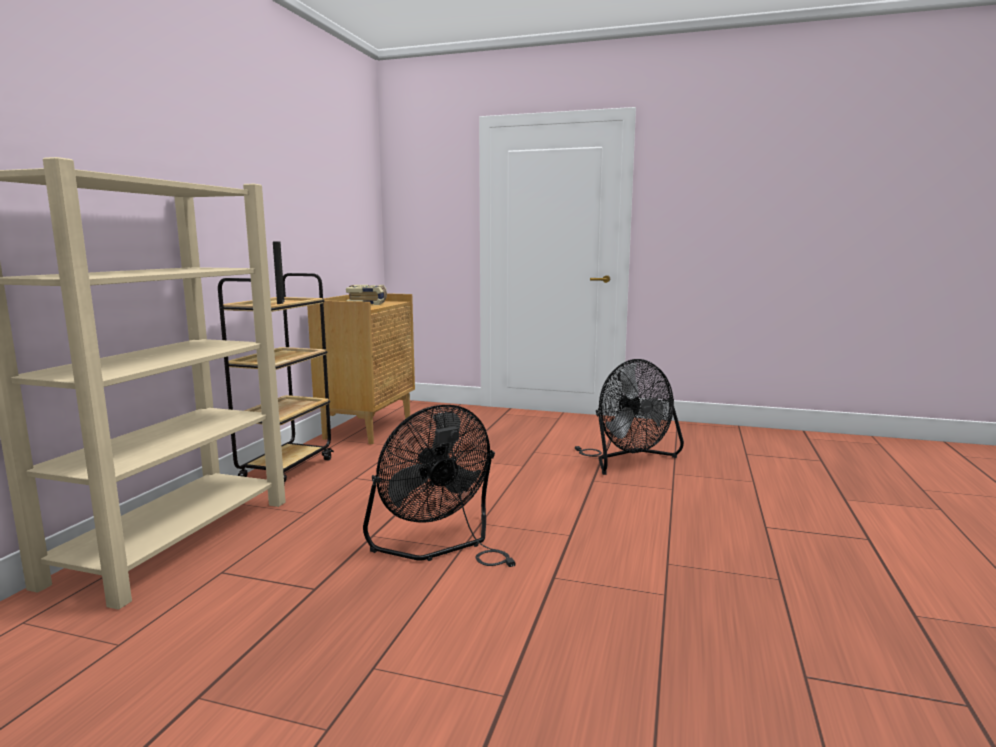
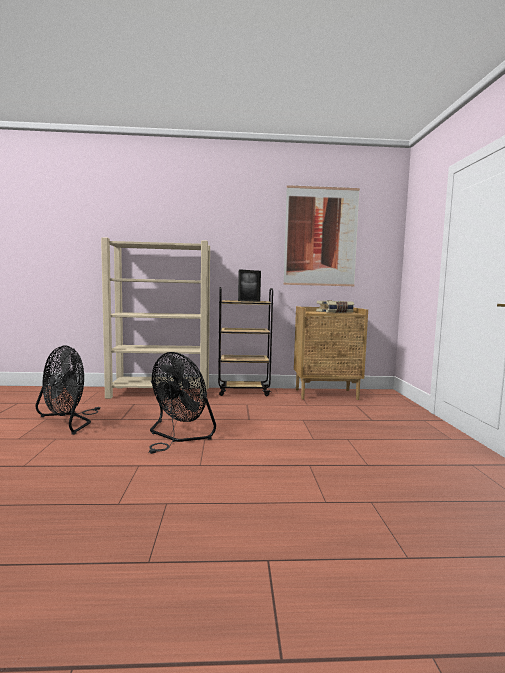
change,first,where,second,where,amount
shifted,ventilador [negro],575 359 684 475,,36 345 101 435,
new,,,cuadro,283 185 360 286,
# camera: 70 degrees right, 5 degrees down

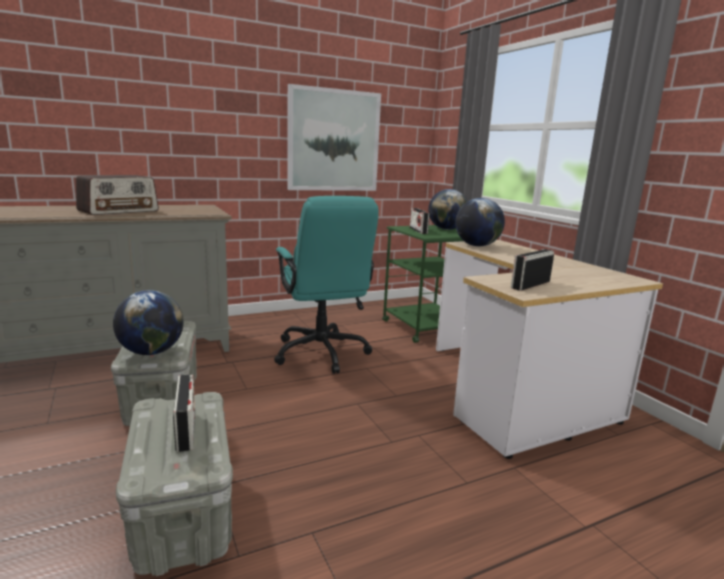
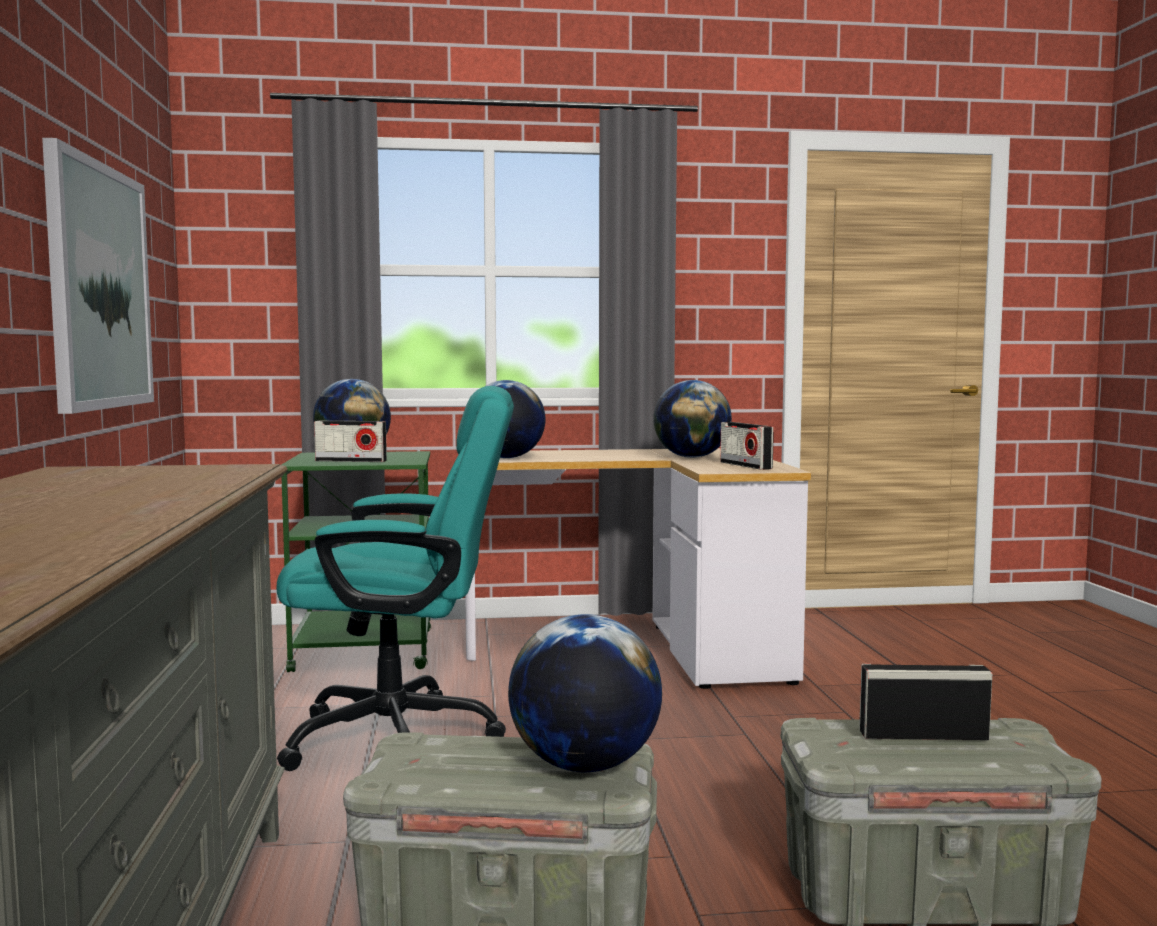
change,first,where,second,where,amount
new,,,globo terráqueo,653 380 732 458,
gone,radio,76 175 159 215,,,
# camera: 70 degrees left, 10 degrees down

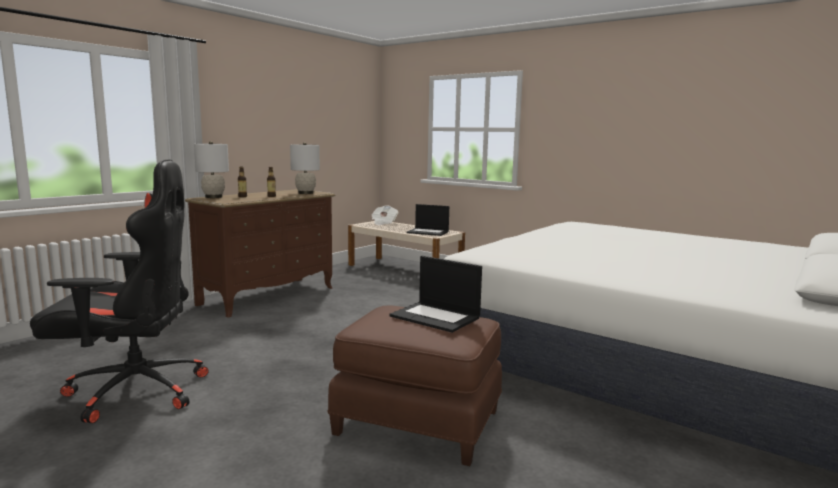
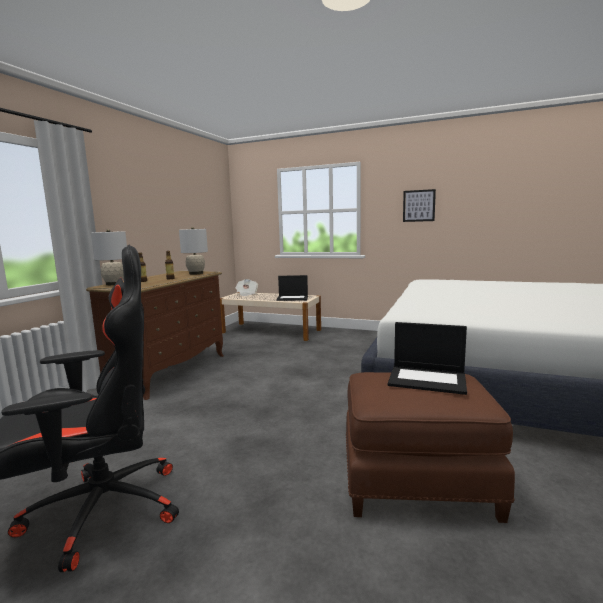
change,first,where,second,where,amount
new,,,cuadro,403 189 436 222,
# camera: 15 degrees left, 0 degrees up

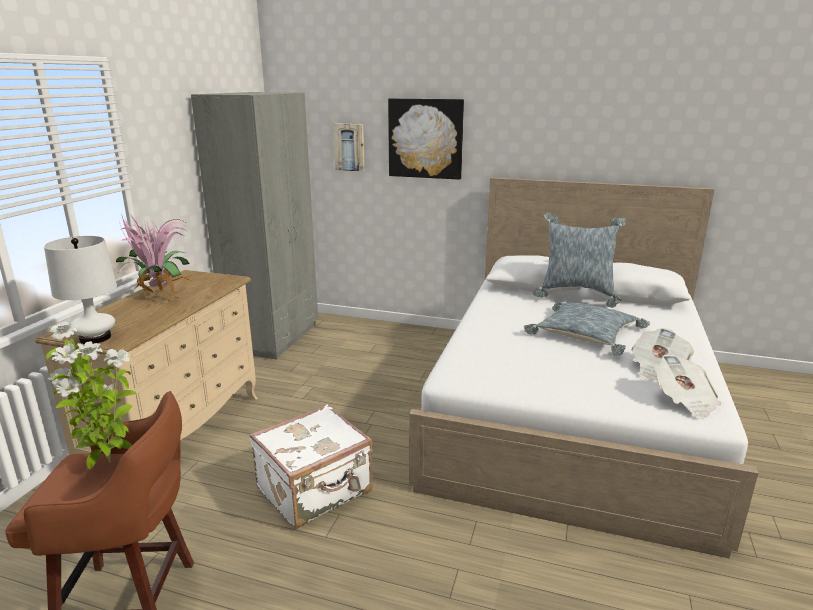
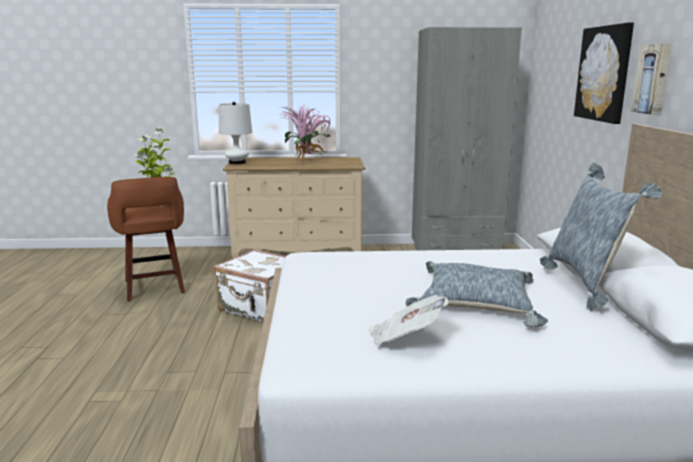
change,first,where,second,where,amount
shifted,cuadro,333 123 364 171,,631 44 672 115,
gone,periódico,655 354 722 419,,,
# camera: 70 degrees right, 5 degrees down

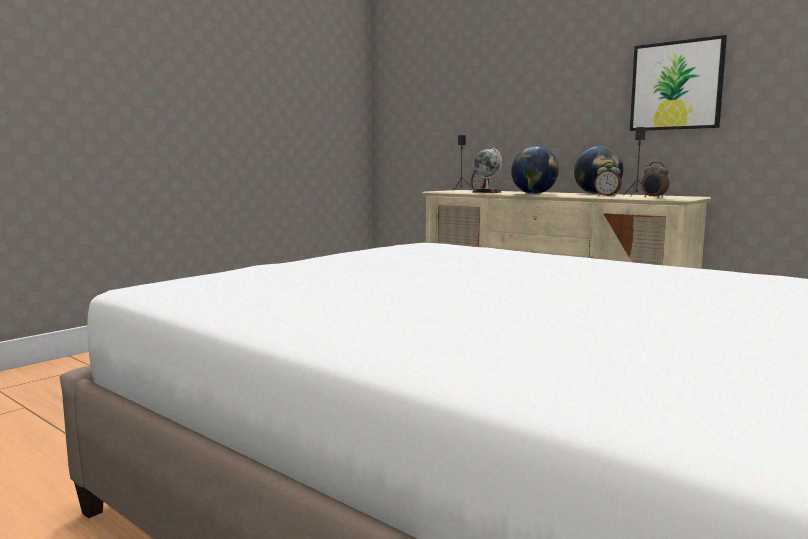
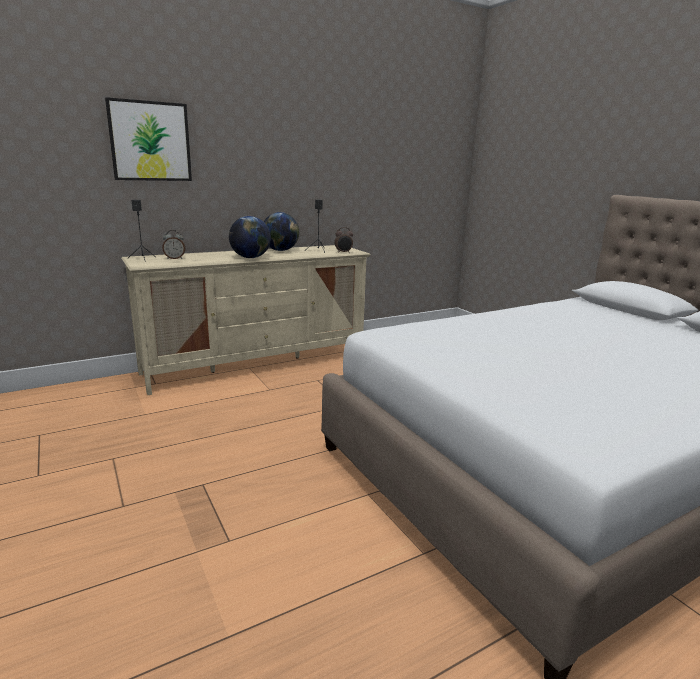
change,first,where,second,where,amount
shifted,cuadro,630 35 727 131,,105 97 192 181,
gone,globo terráqueo,472 148 502 193,,,
gone,despertador,594 162 621 196,,,
# camera: 70 degrees left, 10 degrees up

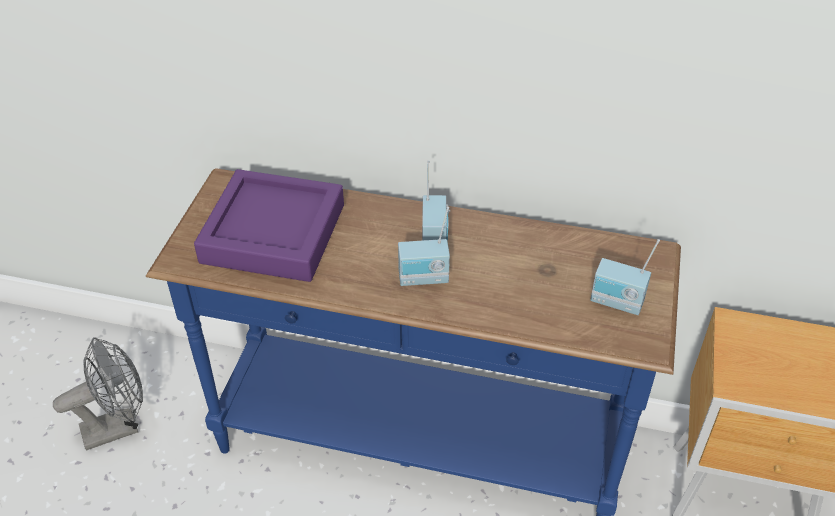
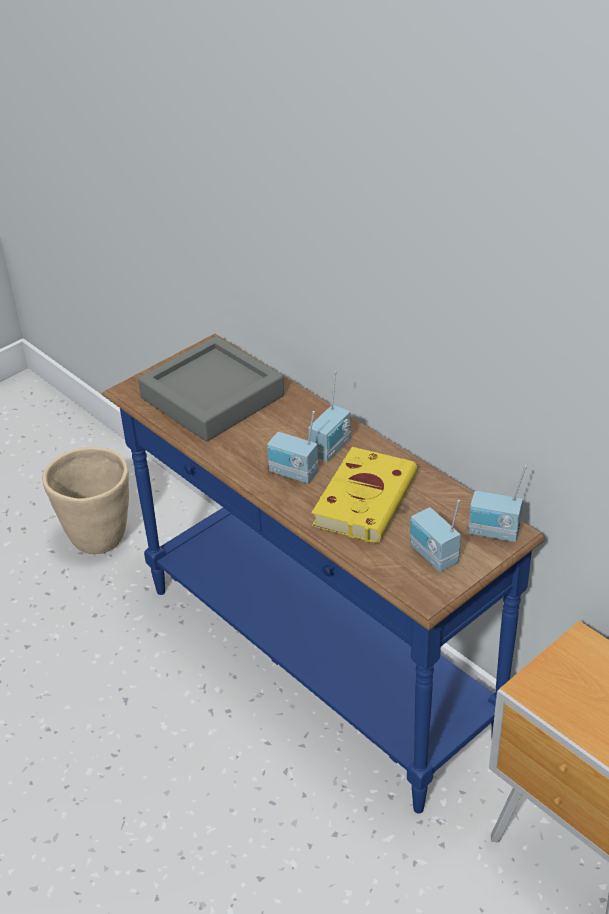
change,first,where,second,where,amount
swapped,ventilador [gris],53 337 143 450,maceta [beis],42 447 129 554,
repainted,bandeja [morado],194 169 344 282,bandeja [gris],138 336 284 442,
new,,,libro [amarillo],312 447 418 543,
new,,,radio,468 466 527 542,
# camera: 35 degrees right, 5 degrees down

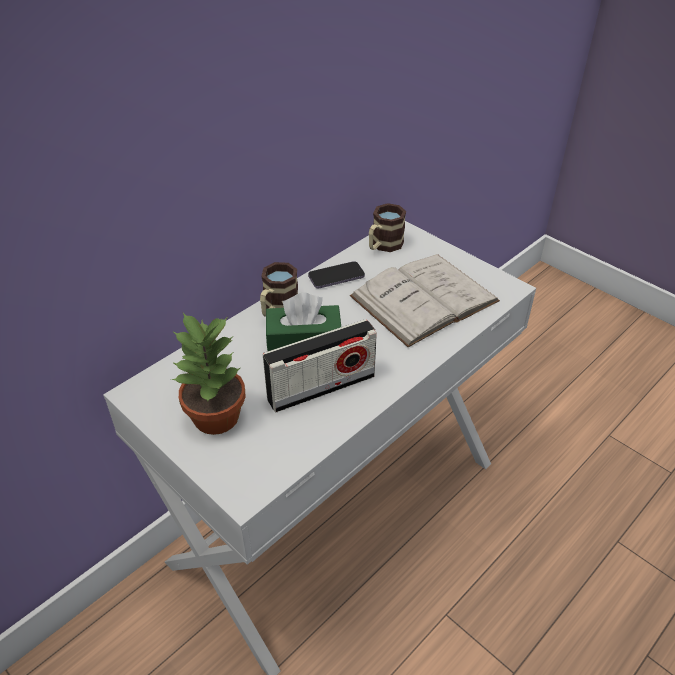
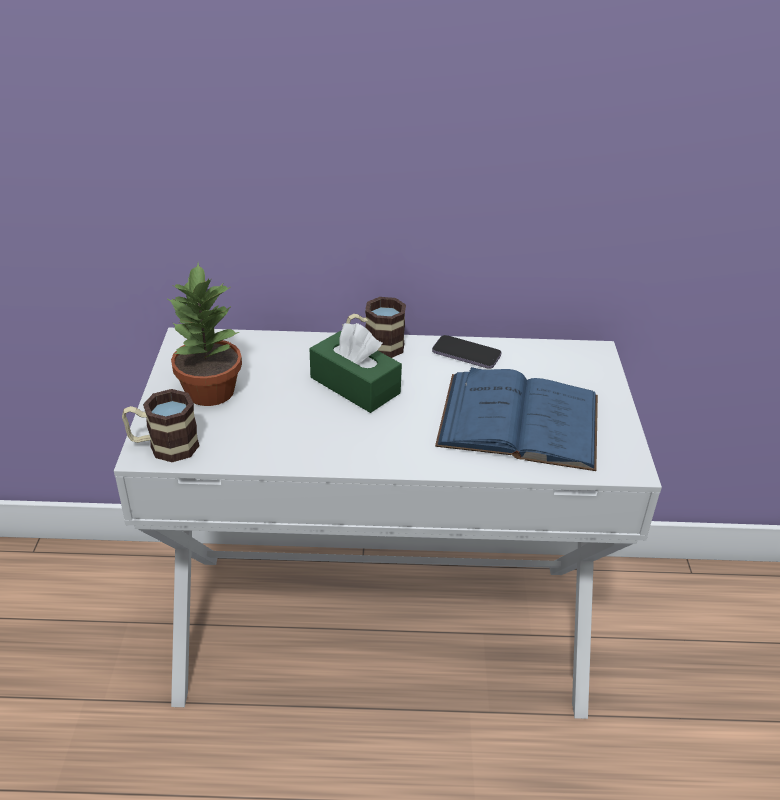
change,first,where,second,where,amount
shifted,taza grande,369 203 406 252,,122 389 200 462,
repainted,libro [blanco],350 254 500 347,libro [azul],435 367 598 471,
gone,radio,263 319 377 412,,,
# camera: 45 degrees right, 5 degrees down

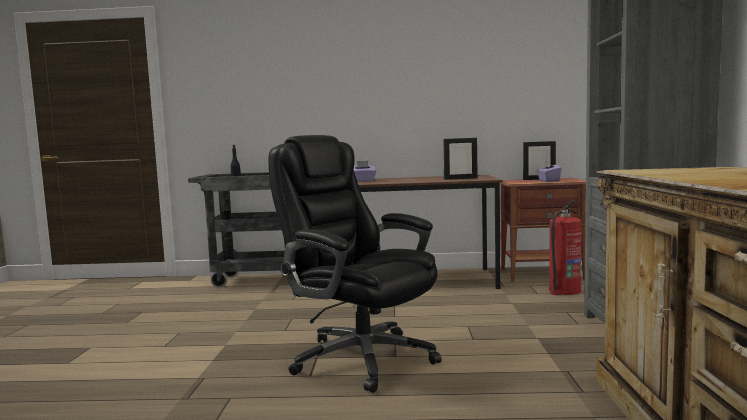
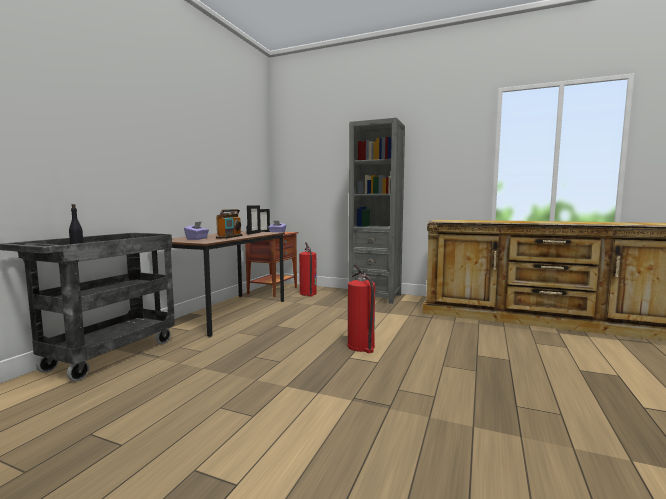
change,first,where,second,where,amount
new,,,radio,216 209 243 239,
swapped,silla de oficina [negro],268 135 442 393,extintor,347 265 375 353,
# camera: 70 degrees left, 0 degrees up

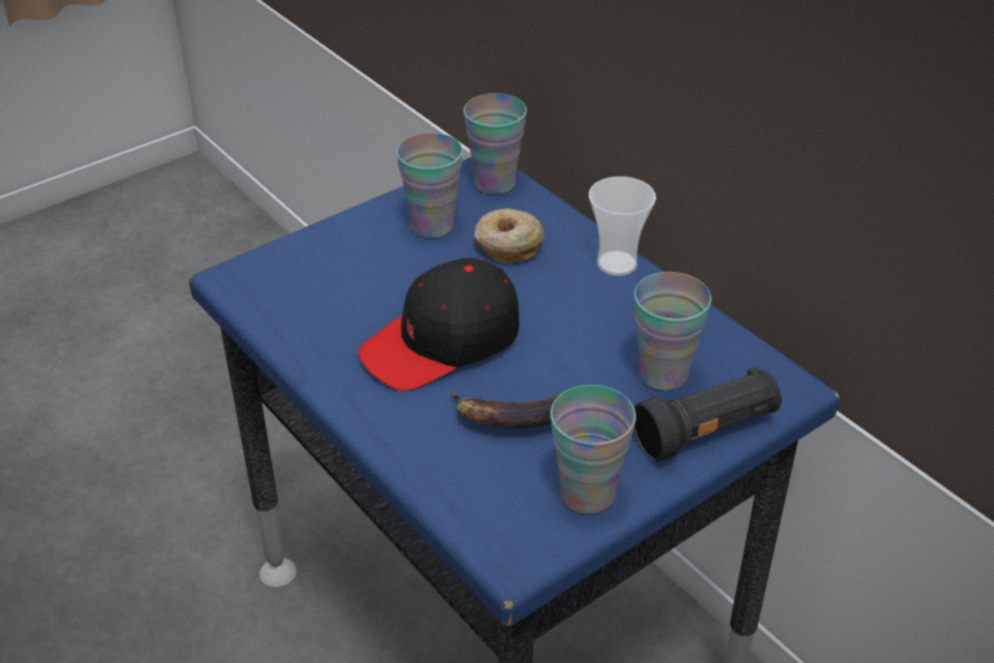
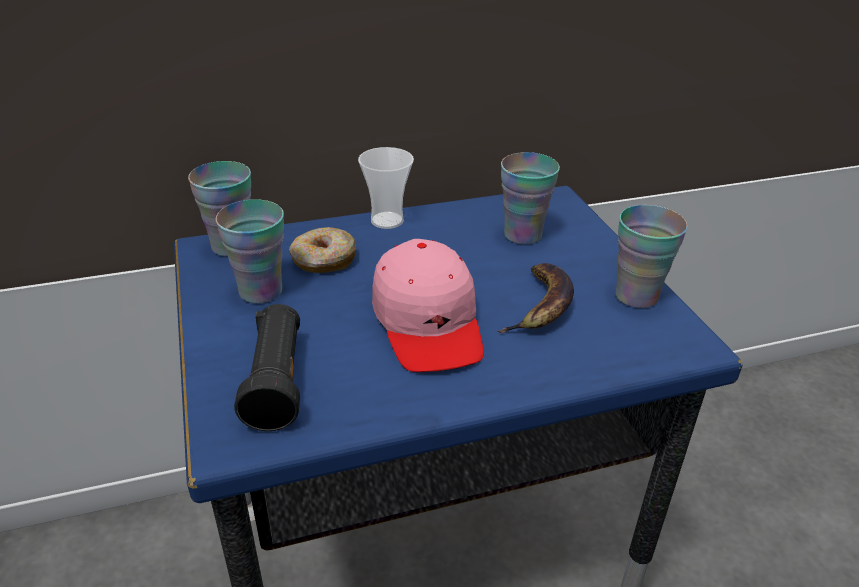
change,first,where,second,where,amount
shifted,linterna [negro],634 366 782 461,,234 304 300 431,
repainted,gorra [negro],358 258 520 391,gorra [rosa],372 239 484 372,
# camera: 70 degrees left, 5 degrees down

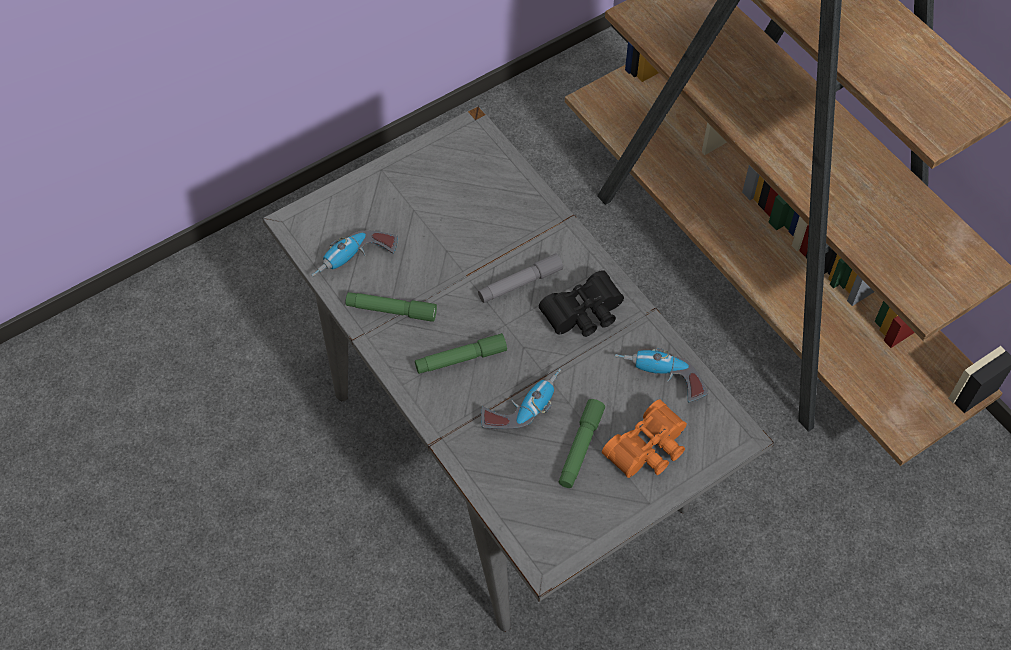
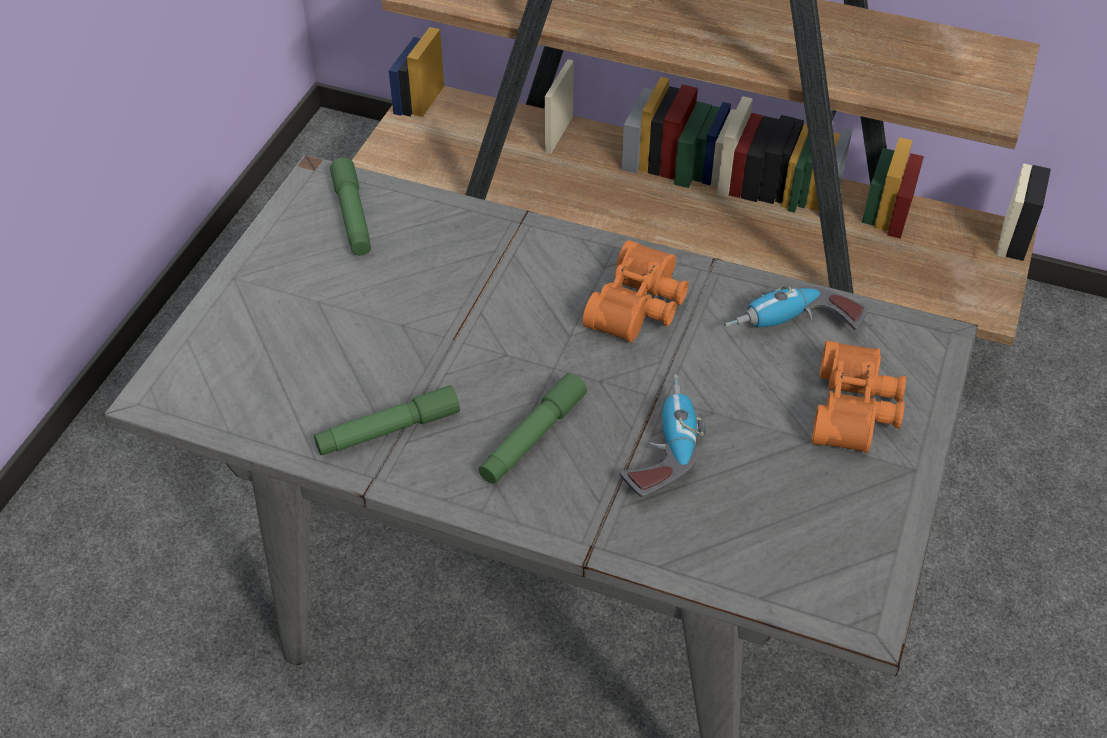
change,first,where,second,where,amount
shifted,linterna [verde],559 399 605 488,,330 158 371 256,
repainted,prismáticos [negro],539 270 624 337,prismáticos [naranja],583 240 689 343,
gone,taladro,311 230 398 277,,,
gone,linterna [gris],478 253 563 303,,,
# camera: 35 degrees left, 10 degrees down

